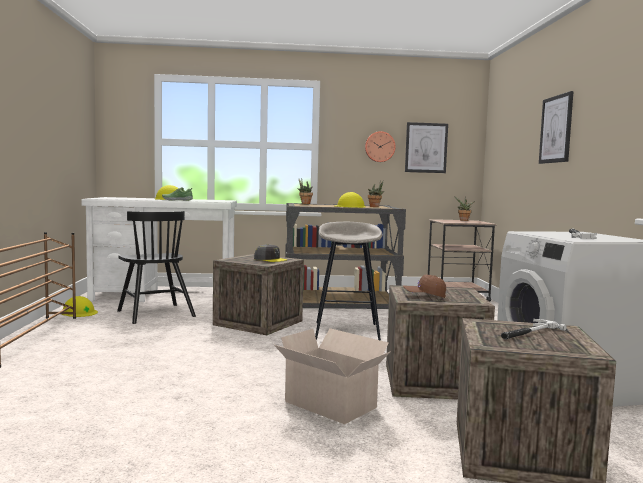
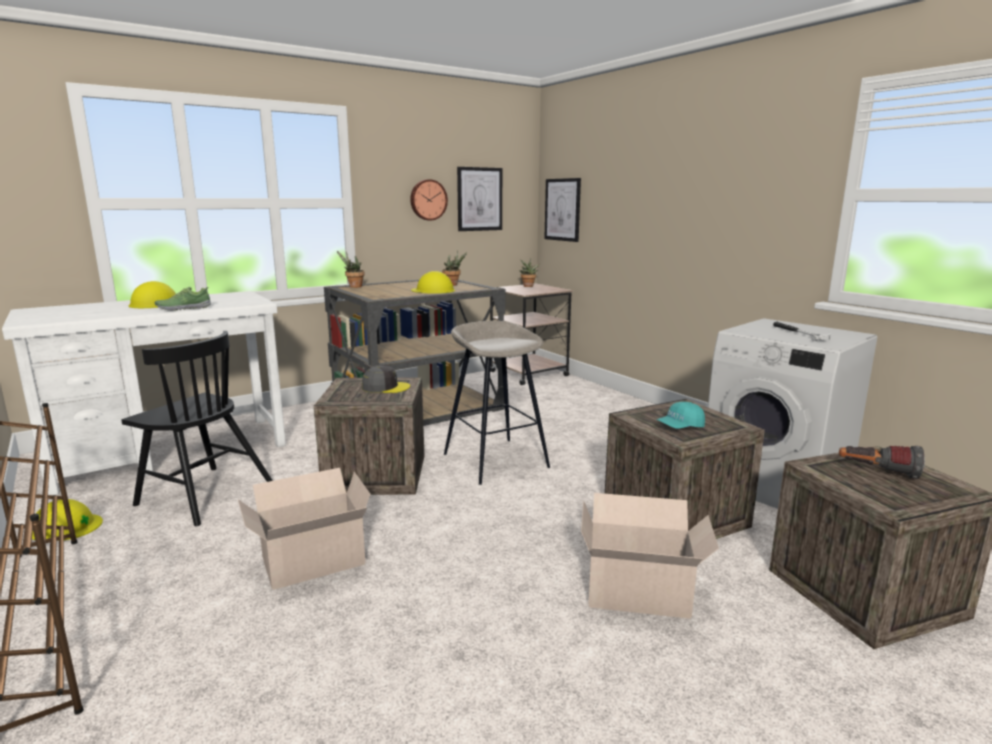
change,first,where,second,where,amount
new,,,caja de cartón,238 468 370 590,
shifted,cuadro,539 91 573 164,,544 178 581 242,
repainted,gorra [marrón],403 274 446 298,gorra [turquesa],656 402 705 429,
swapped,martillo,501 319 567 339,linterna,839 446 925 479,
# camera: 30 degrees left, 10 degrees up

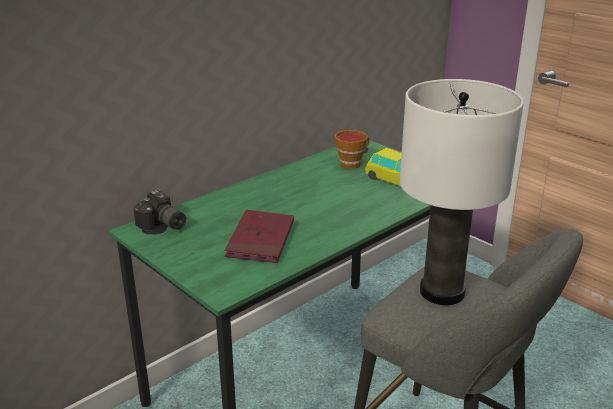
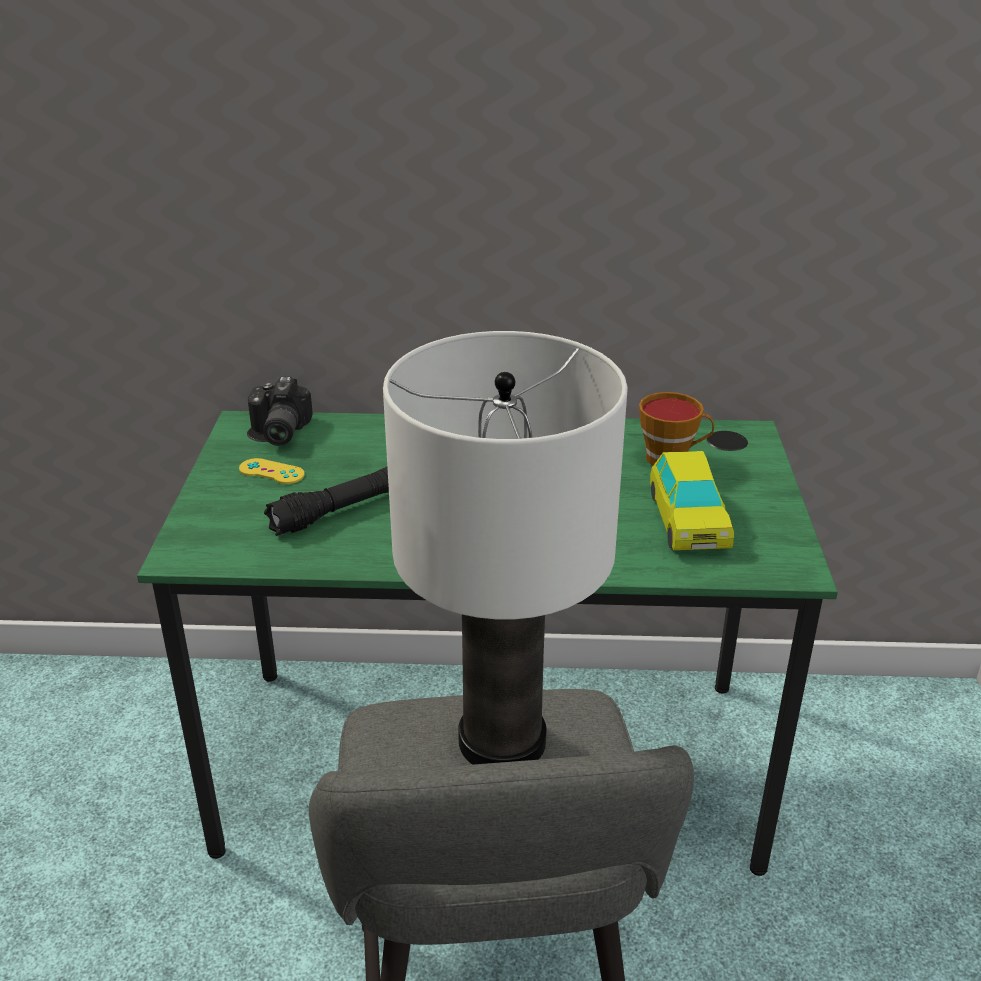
change,first,where,second,where,amount
new,,,mando de consola [amarillo],239 458 305 484,
swapped,libro [rojo],225 210 294 263,linterna [negro],264 467 389 536,
# camera: 45 degrees right, 5 degrees up

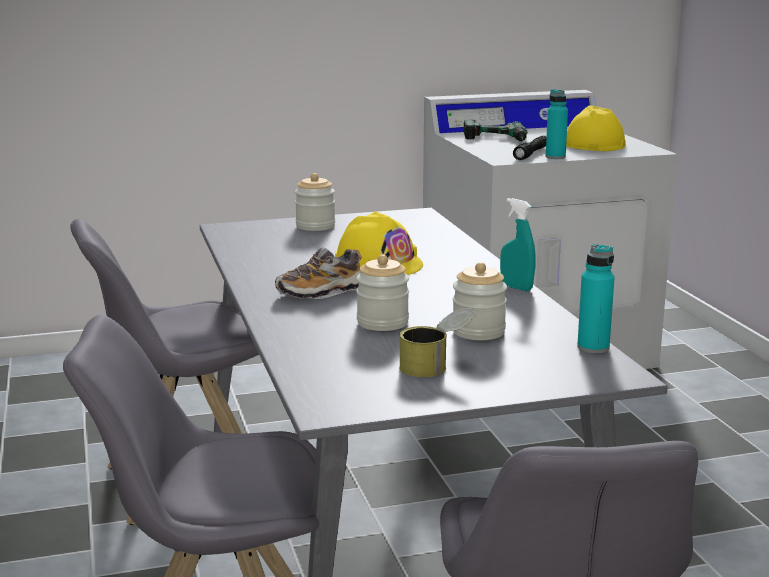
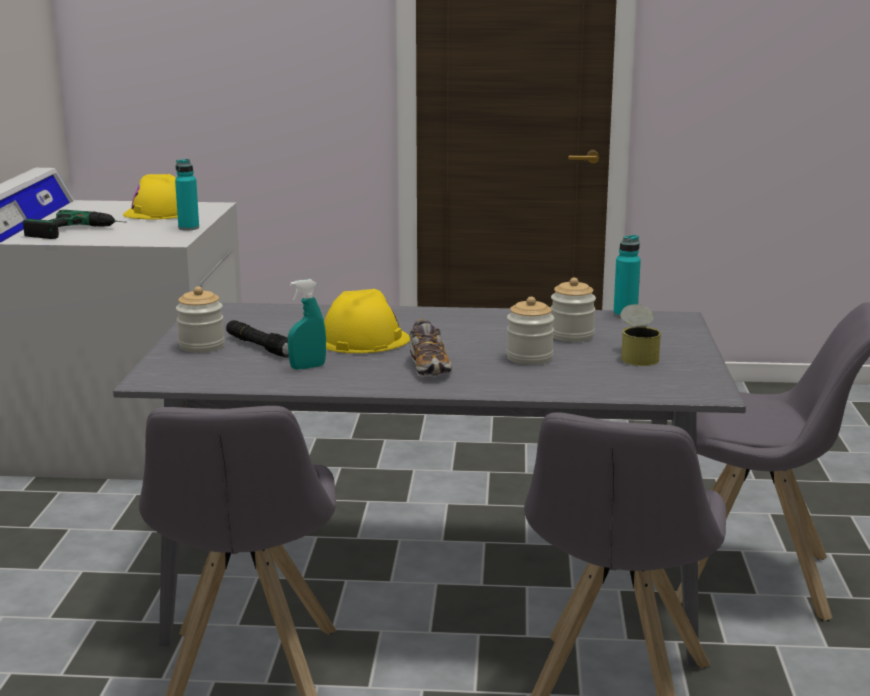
change,first,where,second,where,amount
shifted,linterna [negro],513 135 547 160,,226 320 289 358,
shifted,pulverizador [turquesa],500 198 535 291,,288 279 326 370,
# camera: 70 degrees left, 0 degrees up

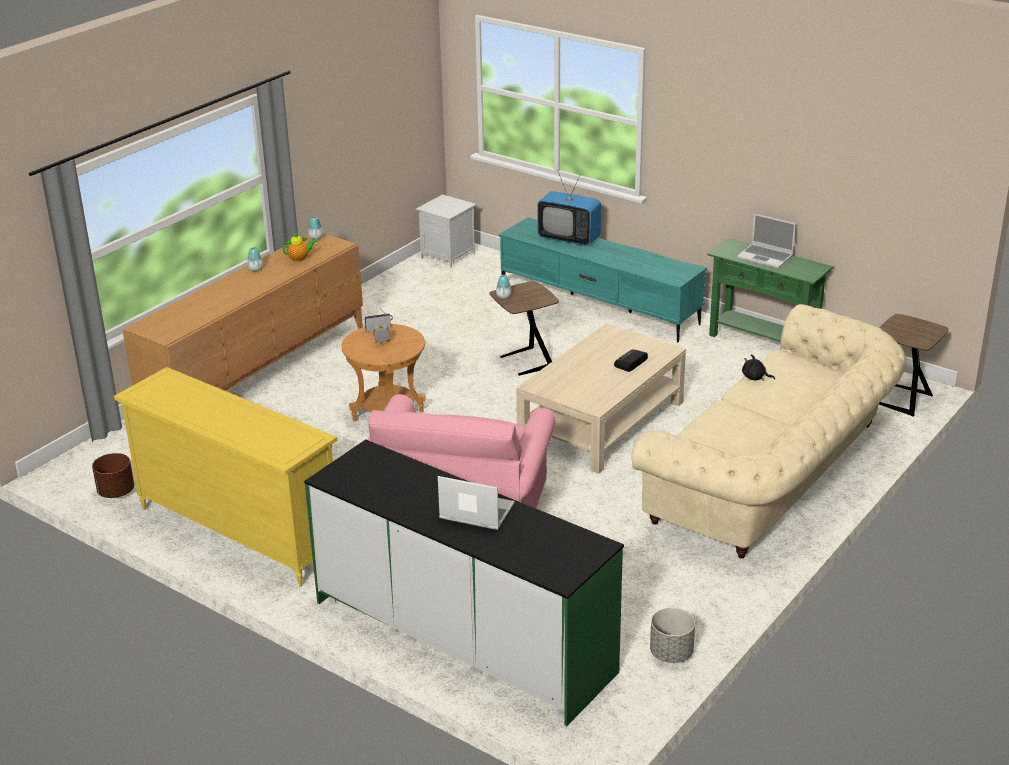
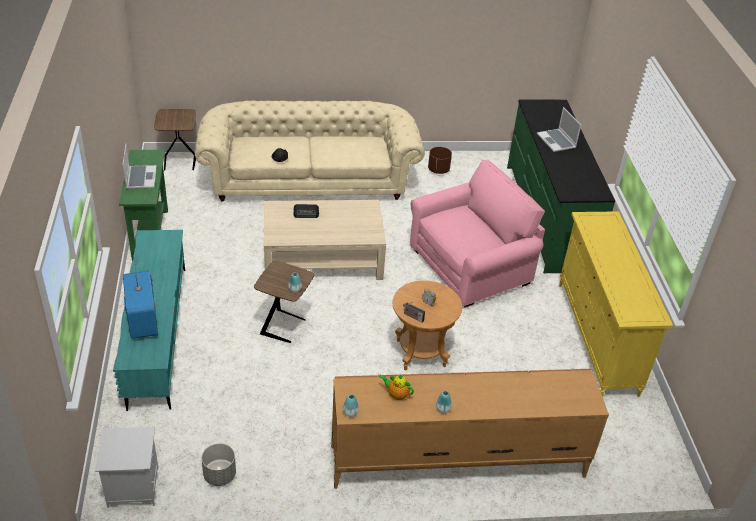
change,first,where,second,where,amount
shifted,maceta [gris],650 608 695 663,,202 443 236 486,
shifted,maceta [marrón],92 453 134 498,,428 147 452 174,
# camera: 135 degrees left, 10 degrees up

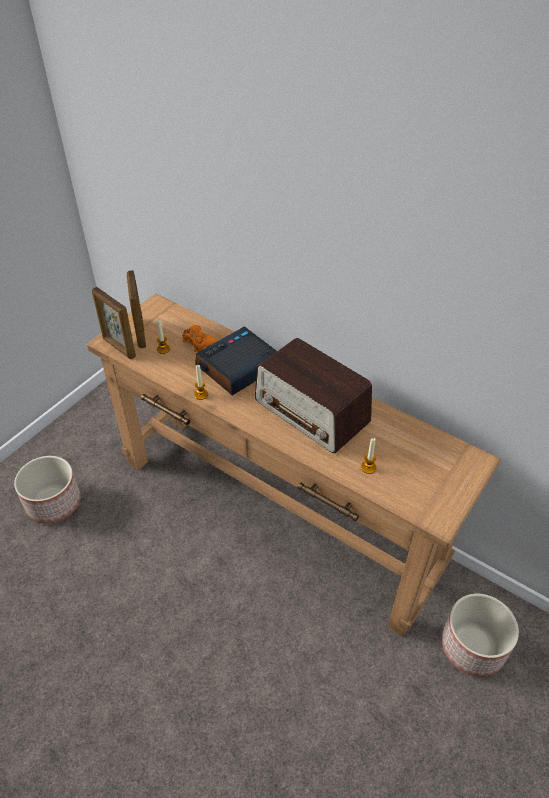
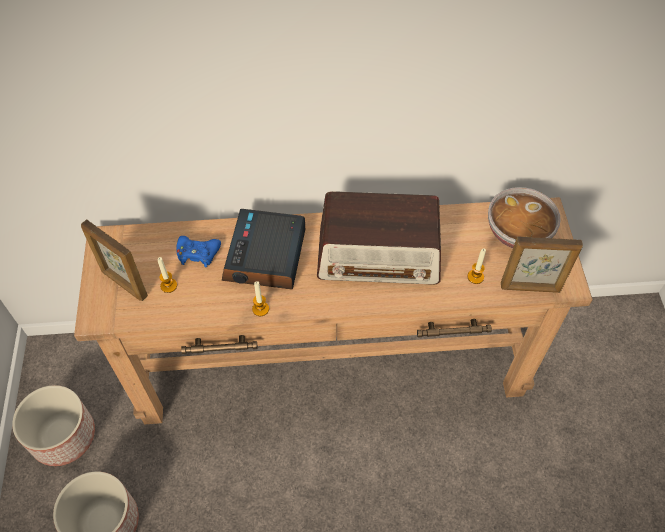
change,first,where,second,where,amount
shifted,maceta,442 594 519 677,,12 385 95 466,
repainted,mando de consola [naranja],182 325 218 352,mando de consola [azul],176 236 221 267,
new,,,cuenco,488 187 561 248,
shifted,portarretratos,92 287 136 359,,501 236 583 293,
# camera: 40 degrees left, 10 degrees up

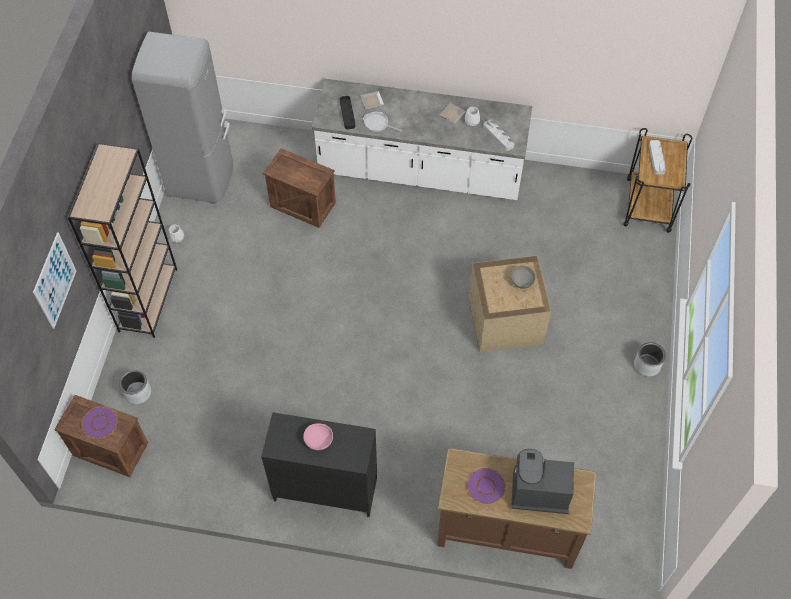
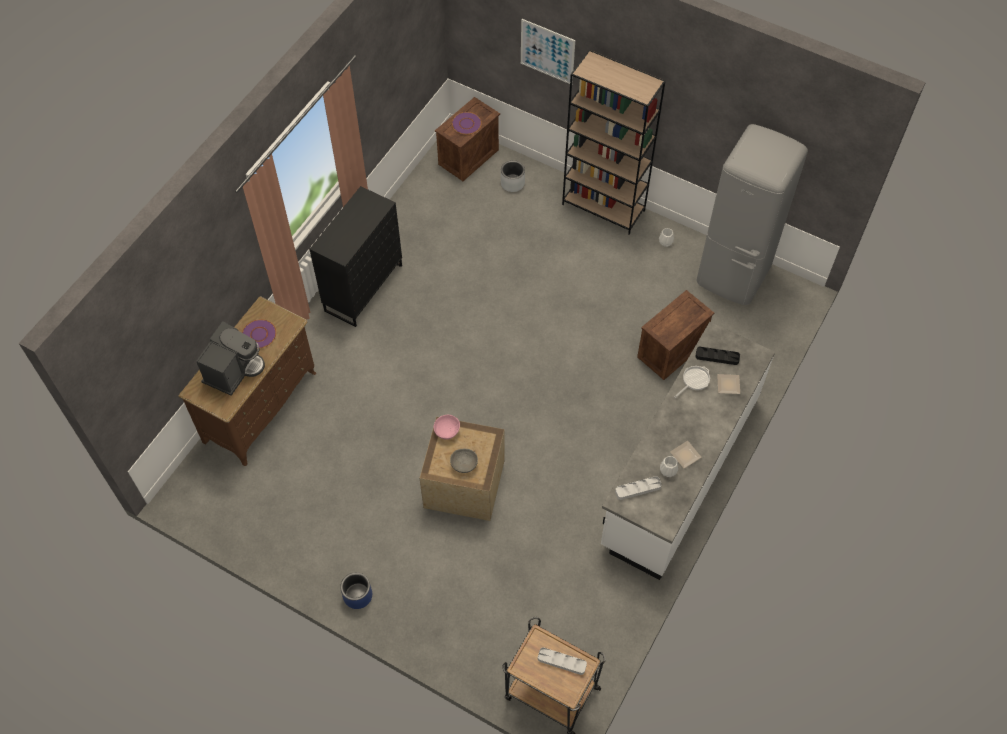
change,first,where,second,where,amount
repainted,maceta [gris],634 342 666 377,maceta [azul],340 572 372 609,
shifted,cuenco [rosa],303 423 333 450,,434 415 460 440,
# camera: 110 degrees right, 0 degrees up

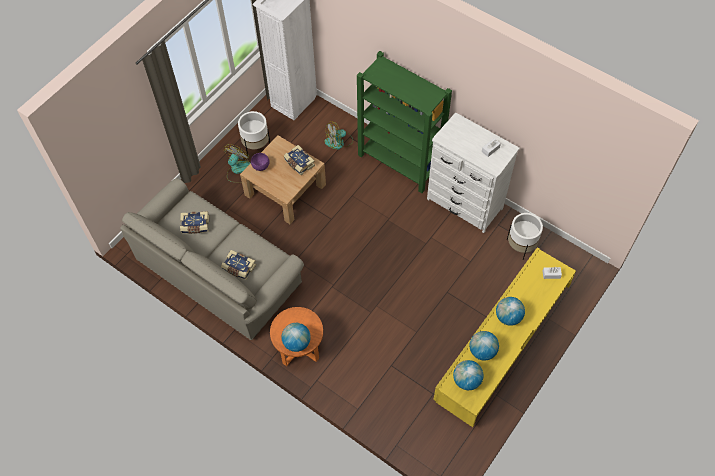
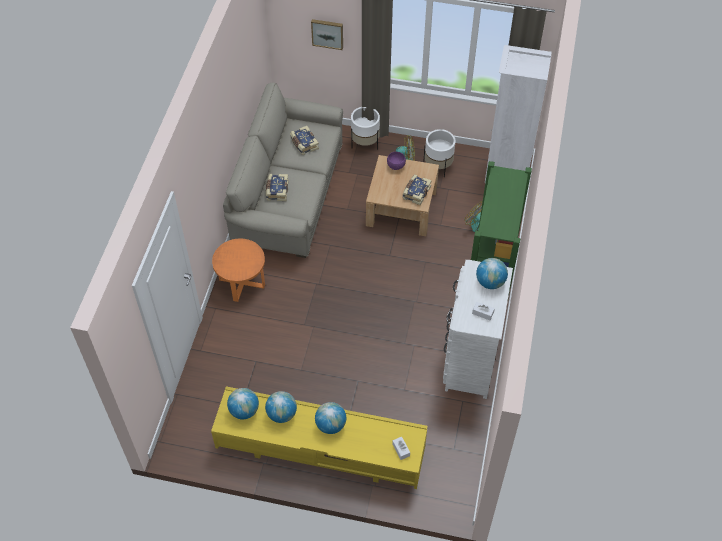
change,first,where,second,where,amount
new,,,cuadro,311 19 343 50,
shifted,maceta [blanco],507 213 543 259,,351 107 380 150,
shifted,globo terráqueo,282 323 311 352,,476 258 508 289,
# camera: 65 degrees right, 5 degrees down

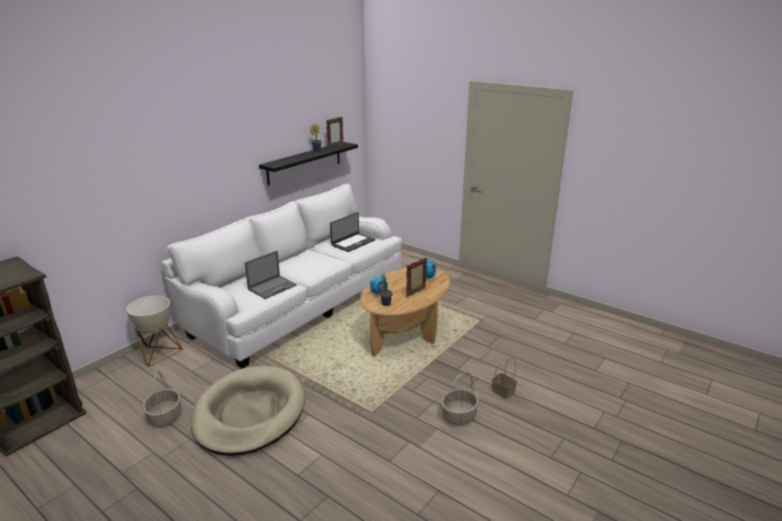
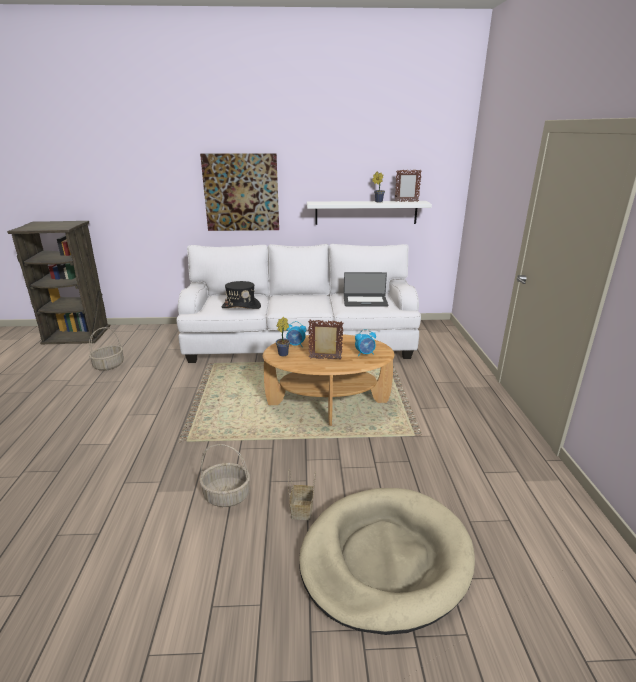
change,first,where,second,where,amount
new,,,cuadro,200 153 279 231,
swapped,portátil,245 251 297 299,sombrero [negro],222 281 261 309,
shifted,cama para perro [beis],191 366 305 456,,299 488 475 635,
repainted,estante [negro],259 142 358 185,estante [blanco],307 201 432 225,
gone,maceta,126 296 183 367,,,
# camera: 50 degrees right, 0 degrees up

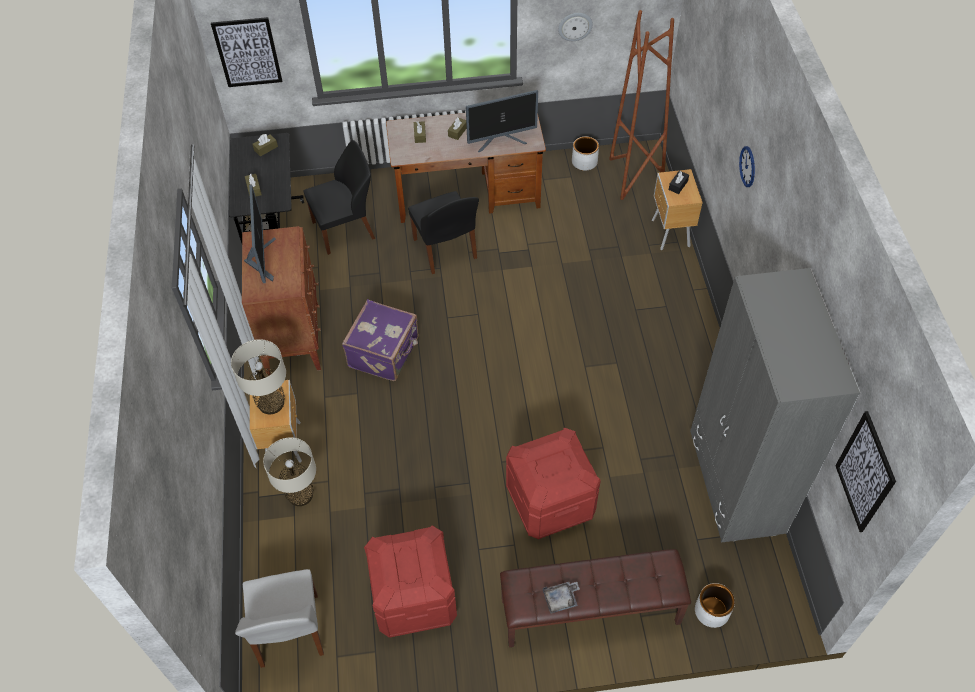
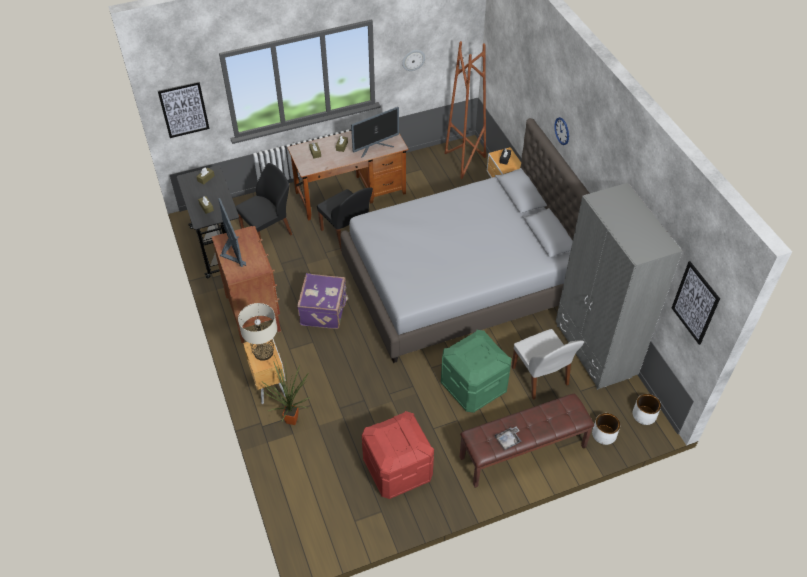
change,first,where,second,where,amount
swapped,lámpara de mesa,263 437 316 506,planta en maceta,261 355 311 425,
new,,,cama [gris],340 118 590 363,
repainted,caja de almacenaje [rojo],506 427 601 539,caja de almacenaje [verde],441 330 511 413,
shifted,silla [blanco],235 569 324 668,,512 329 584 400,
shifted,maceta [blanco],572 136 599 171,,632 394 661 425,
# camera: 15 degrees left, 5 degrees down

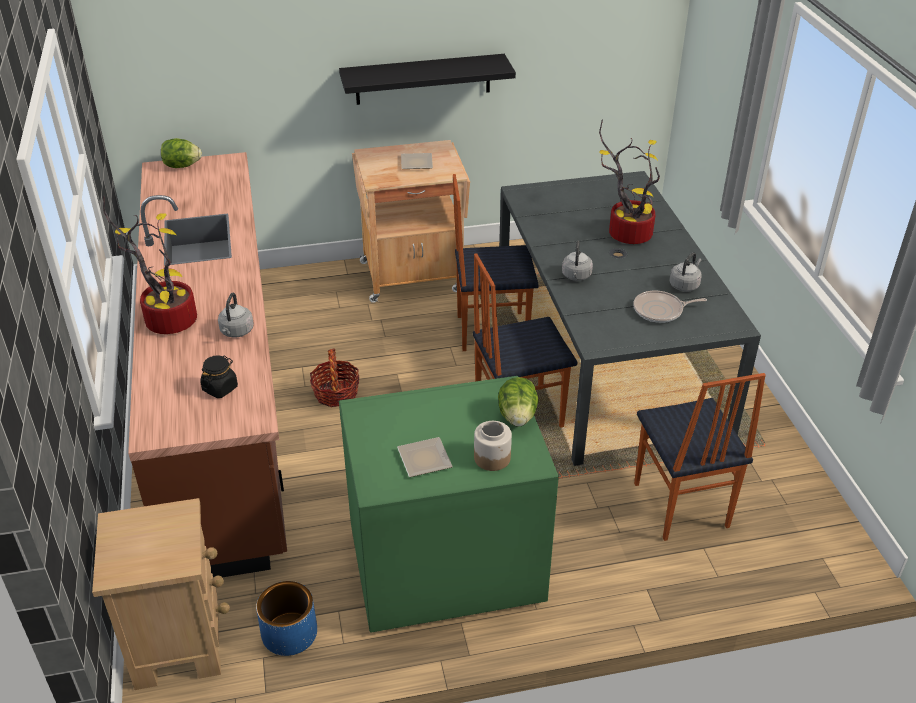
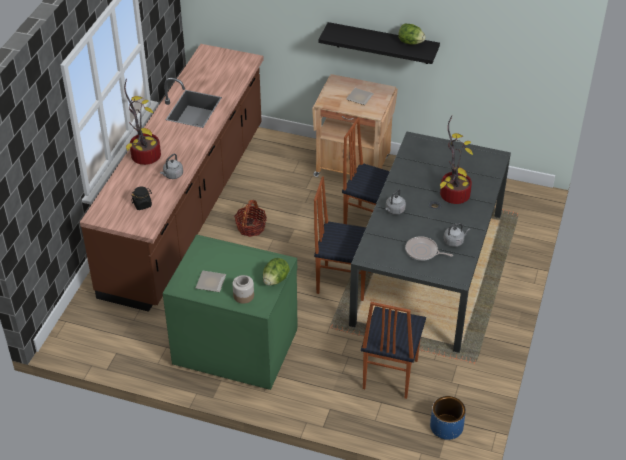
change,first,where,second,where,amount
shifted,lechuga,161 138 202 168,,398 24 426 45,
shifted,maceta [azul],256 581 317 656,,430 396 466 440,
gone,mesita de noche [beis],92 498 230 690,,,
# camera: 30 degrees right, 5 degrees up

